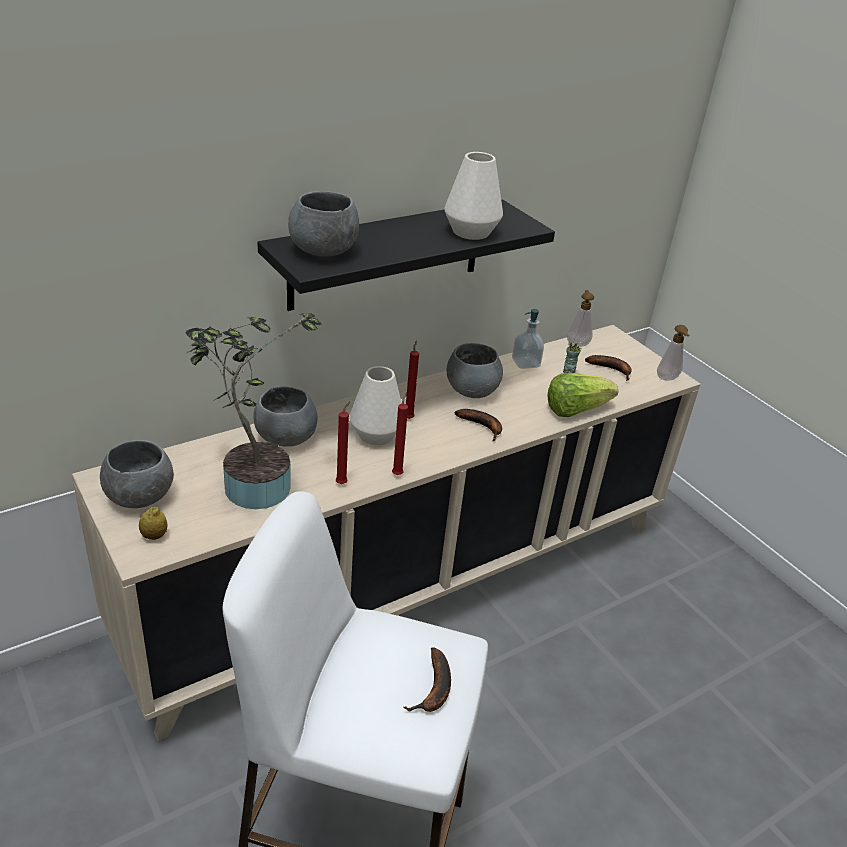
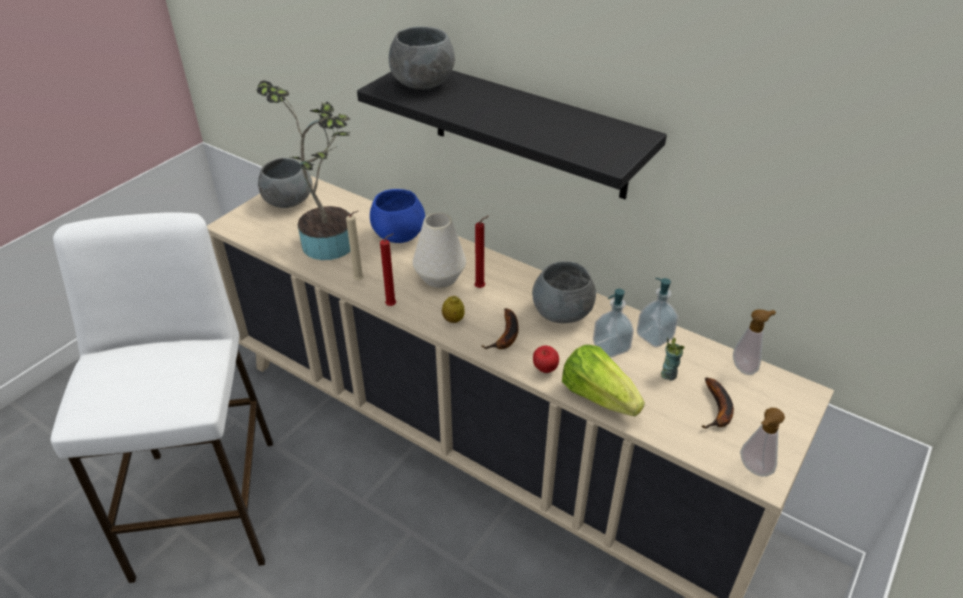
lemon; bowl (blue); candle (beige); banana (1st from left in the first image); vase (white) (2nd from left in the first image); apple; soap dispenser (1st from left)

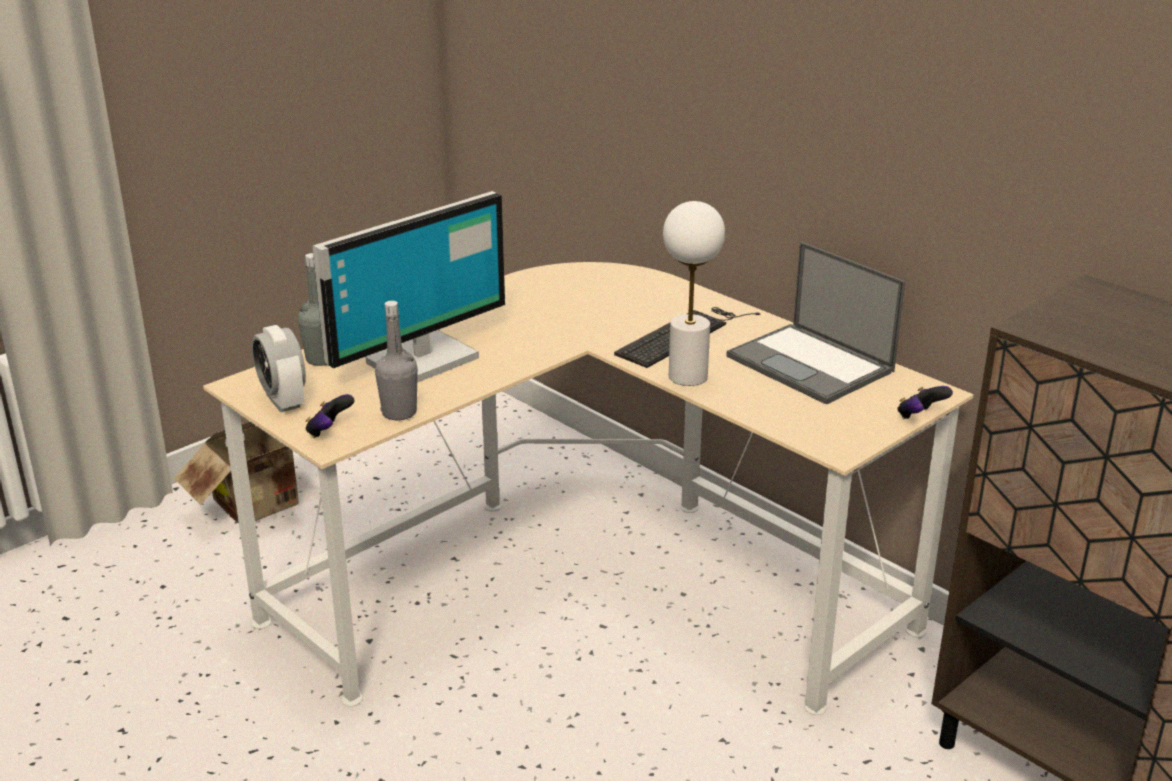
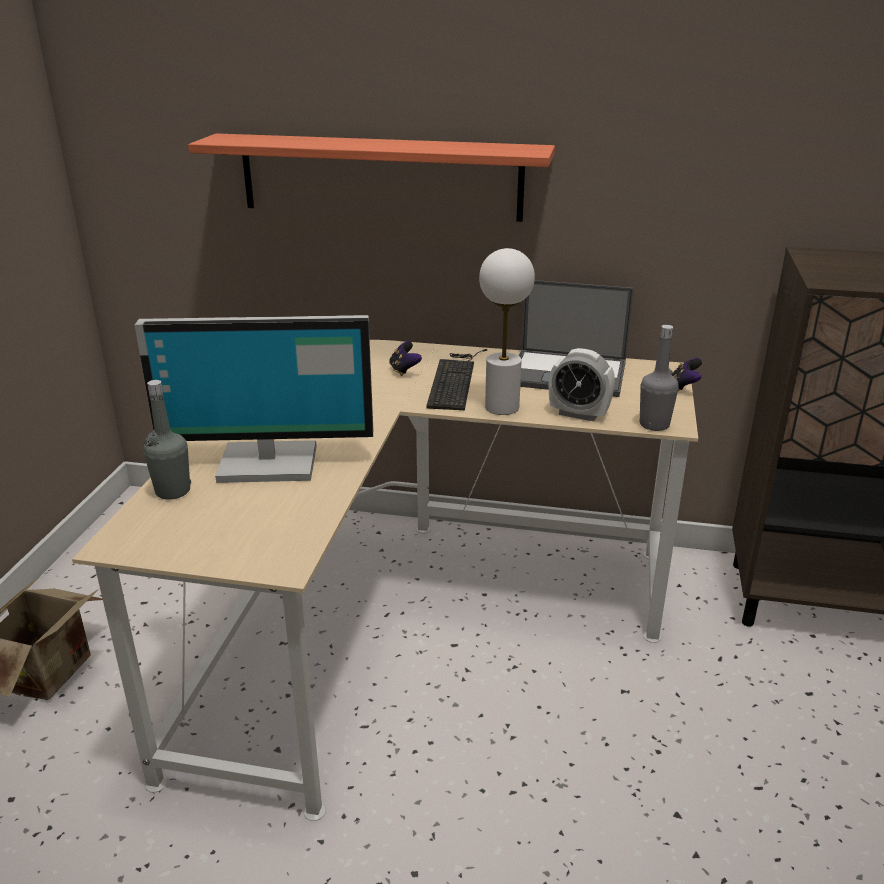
alarm clock; game controller (1st from left); monitor; bottle (grey) (2nd from left); shelf

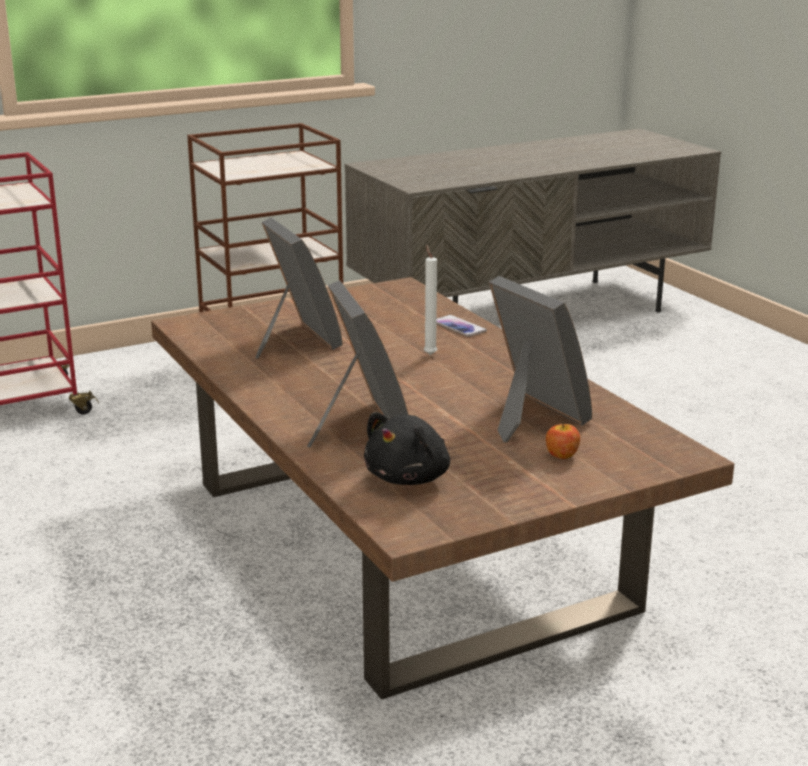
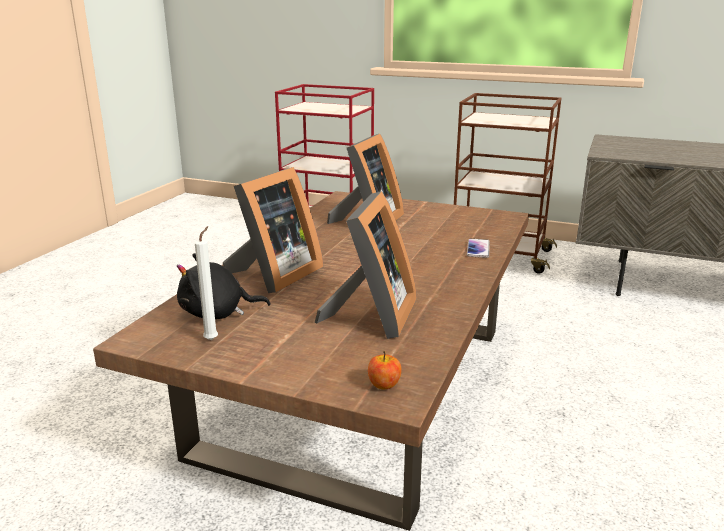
candle (white); apple

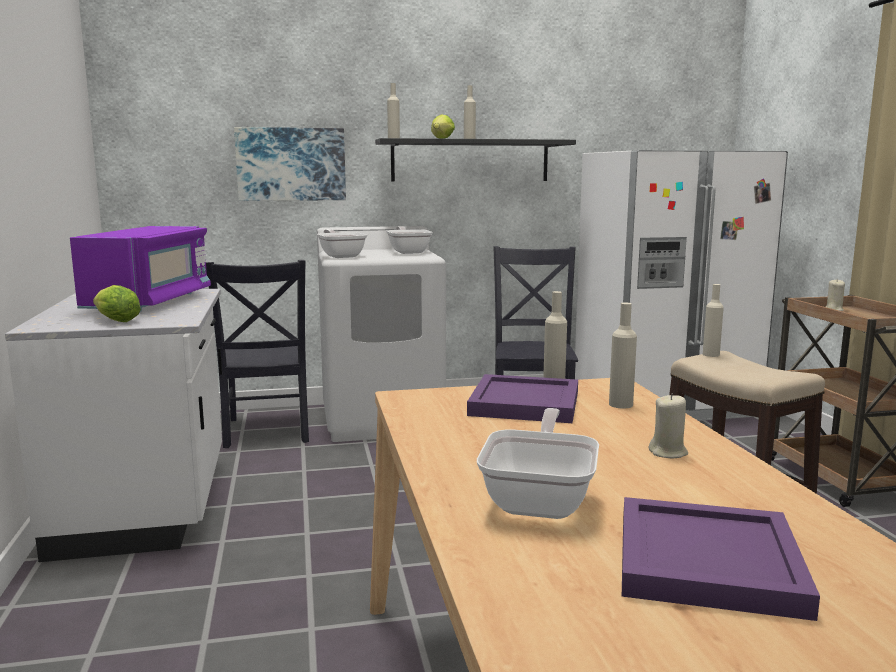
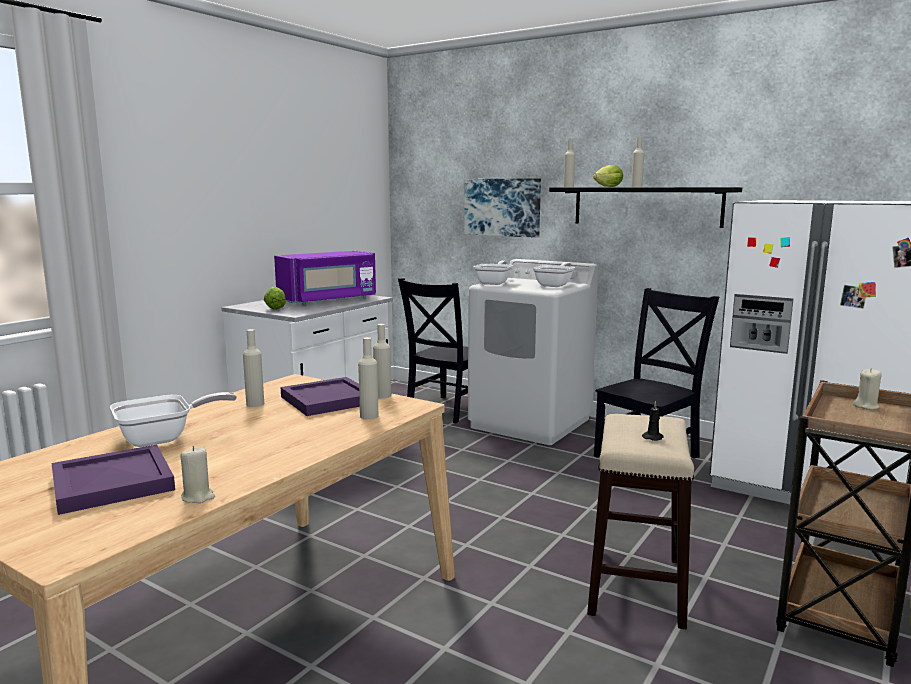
candle (beige) (1st from left); bottle (beige) (1st from left); candle (black)

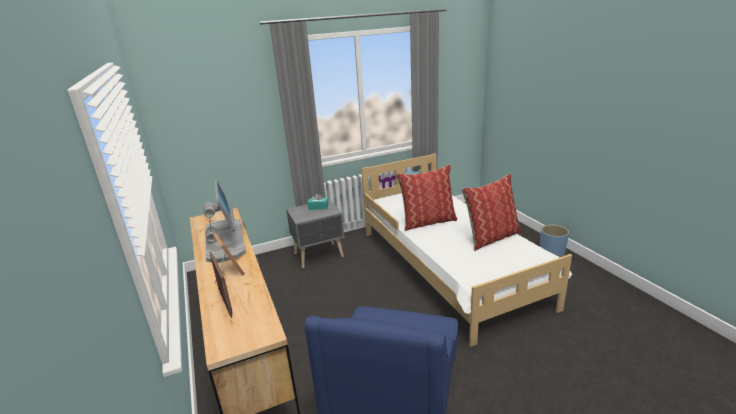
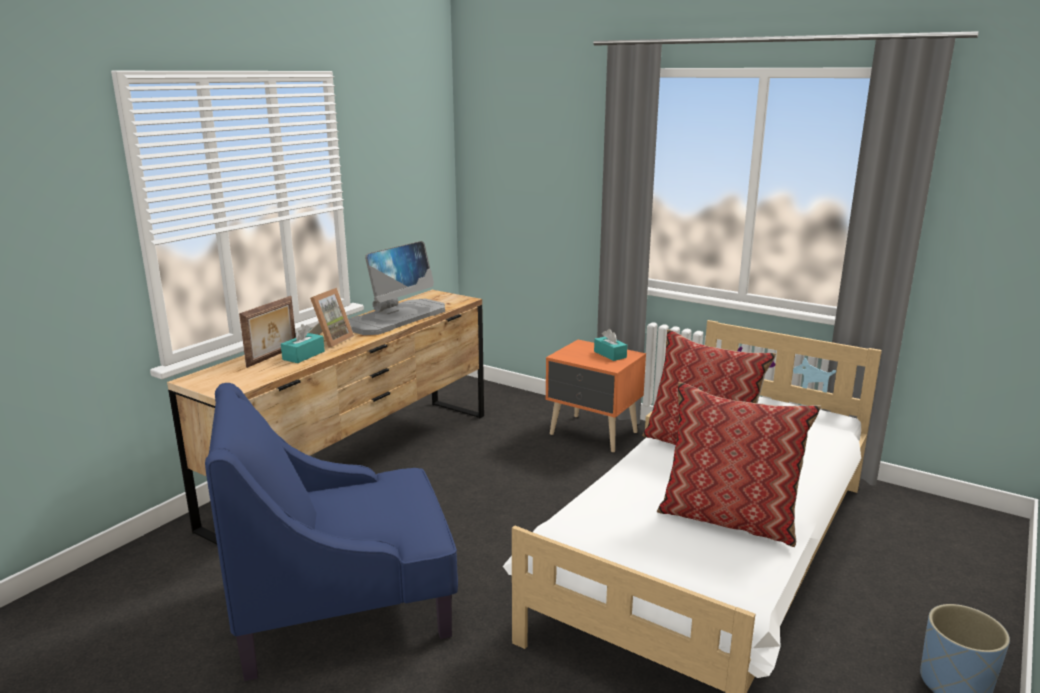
nightstand (orange); tissue box (turquoise) (1st from left)

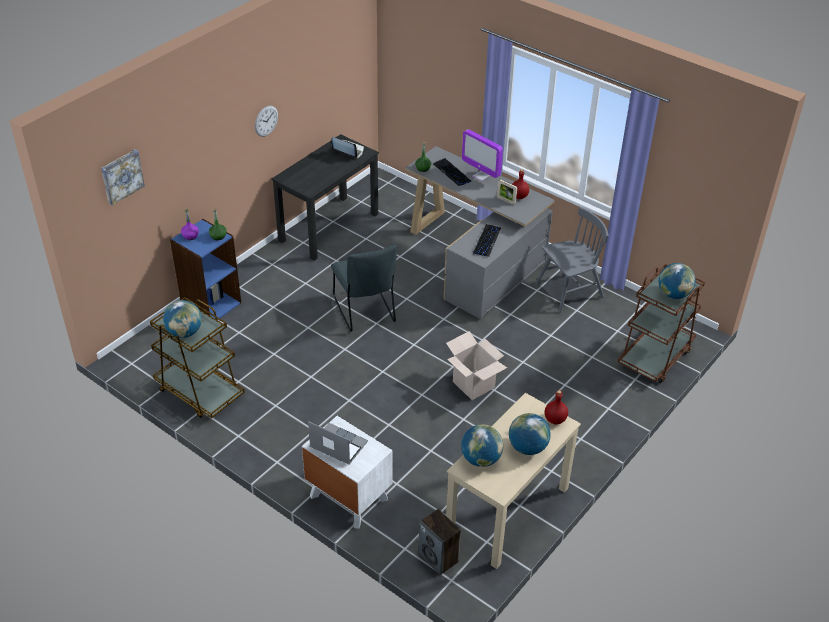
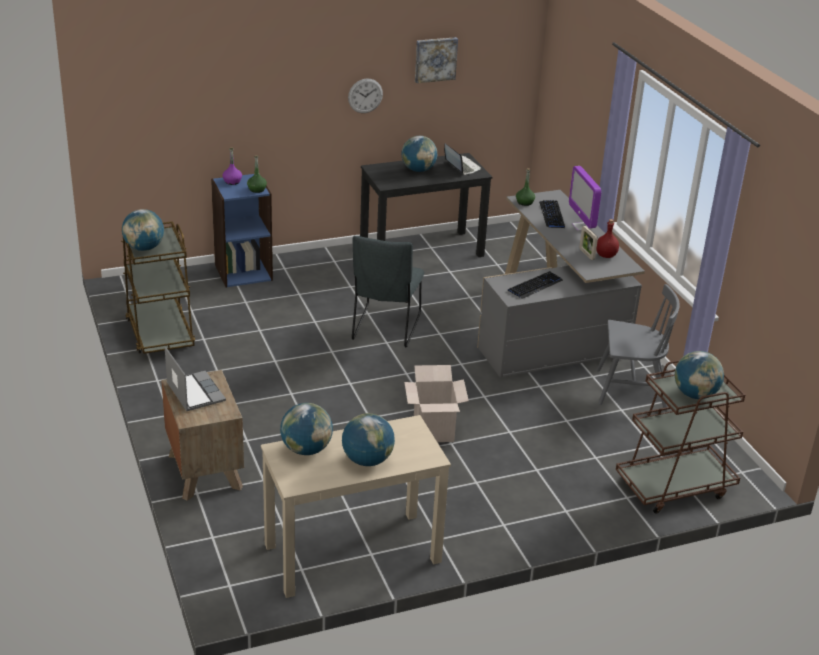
picture; nightstand (brown); speaker; bottle (red) (2nd from left in the first image); globe (4th from left)

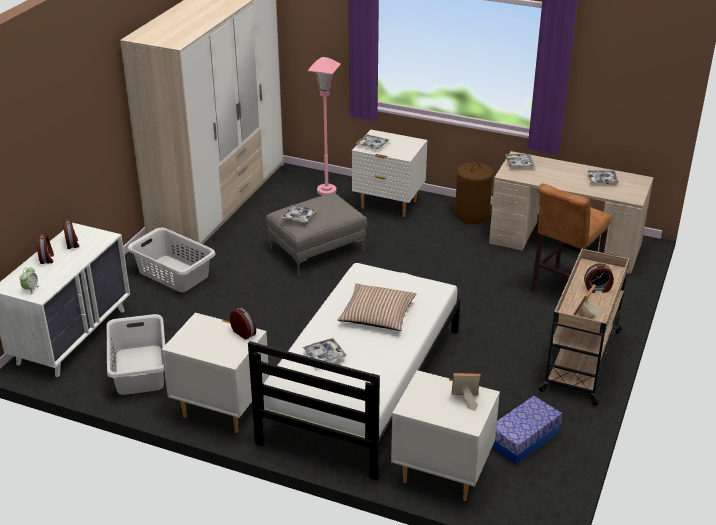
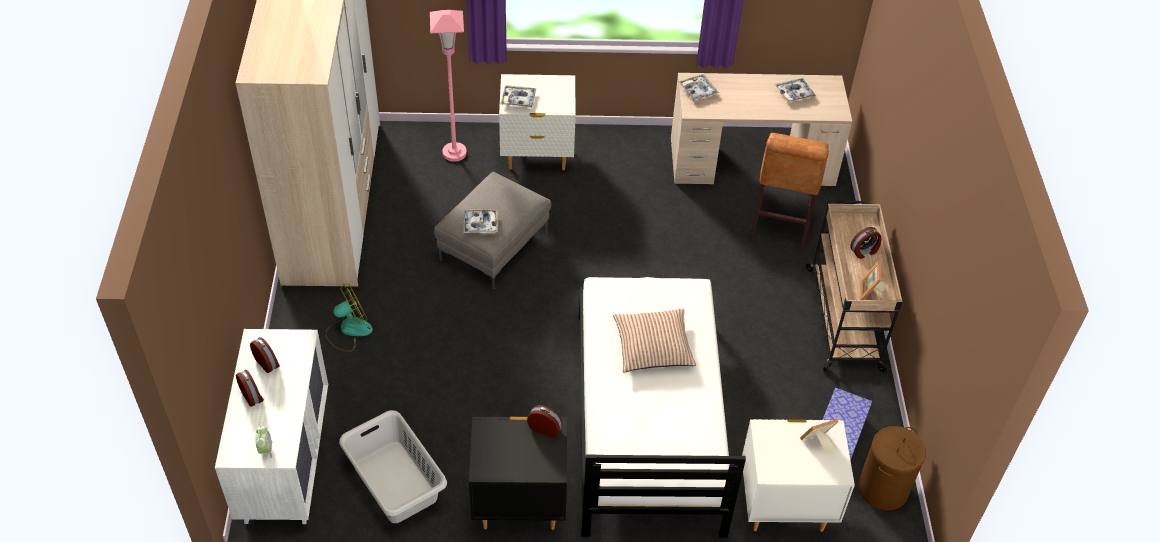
fan; nightstand (black); tray (2nd from left in the first image); laundry basket (brown)

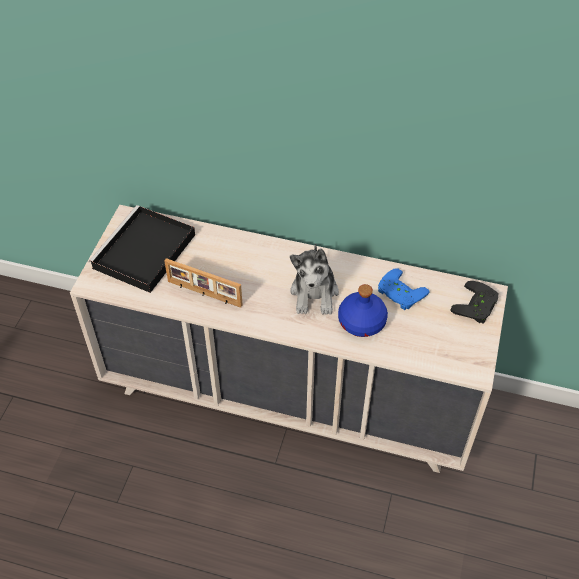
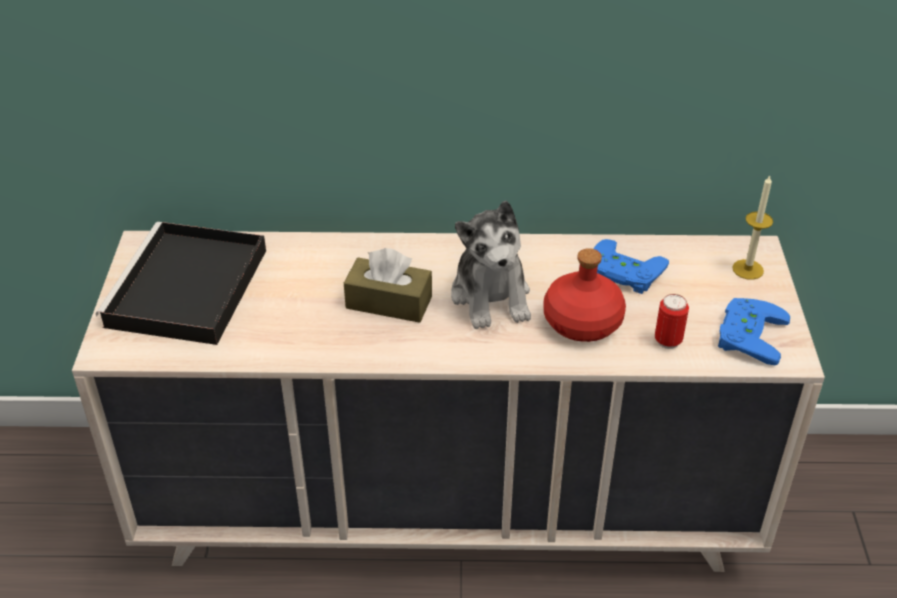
picture frame; bottle (red); candle; tissue box (brown); can; game controller (blue) (2nd from left)

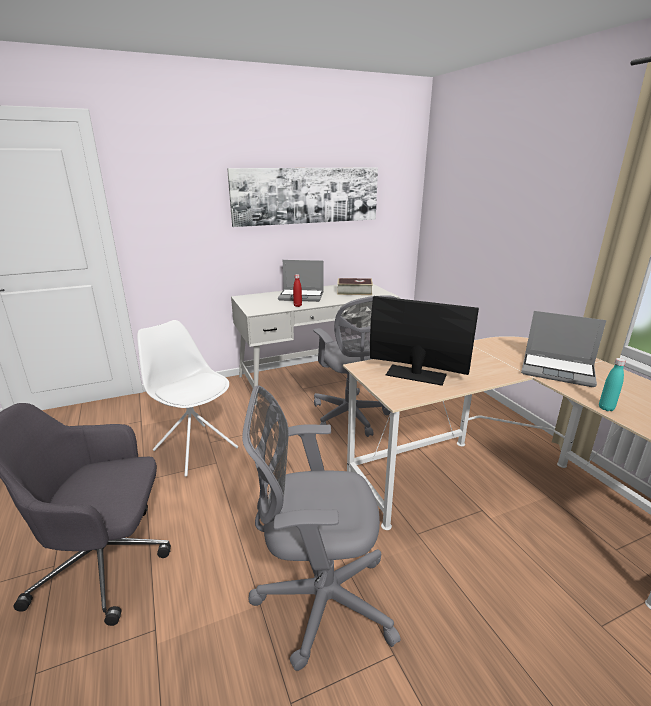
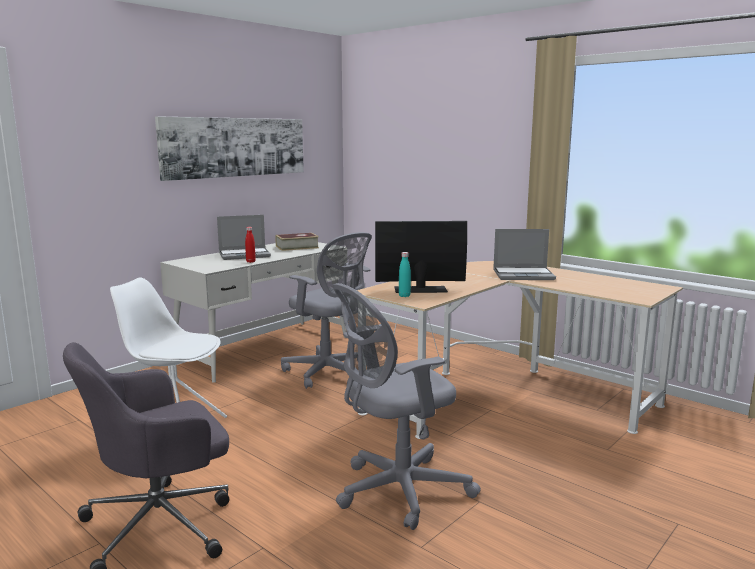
bottle (turquoise)

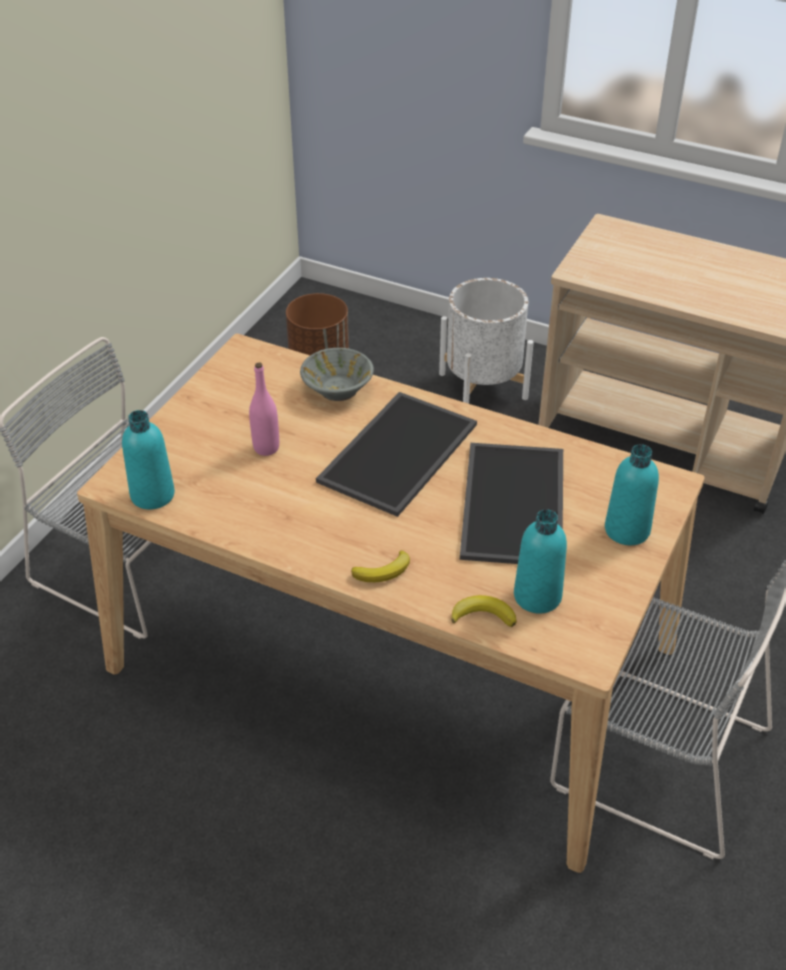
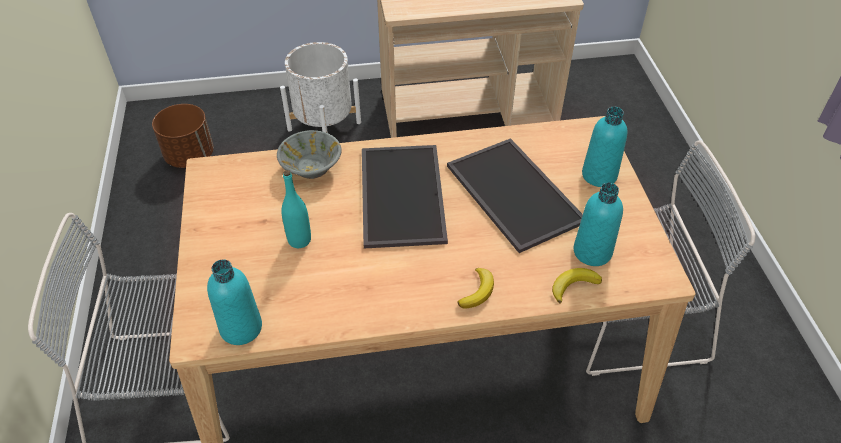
bottle (turquoise) (2nd from left)

